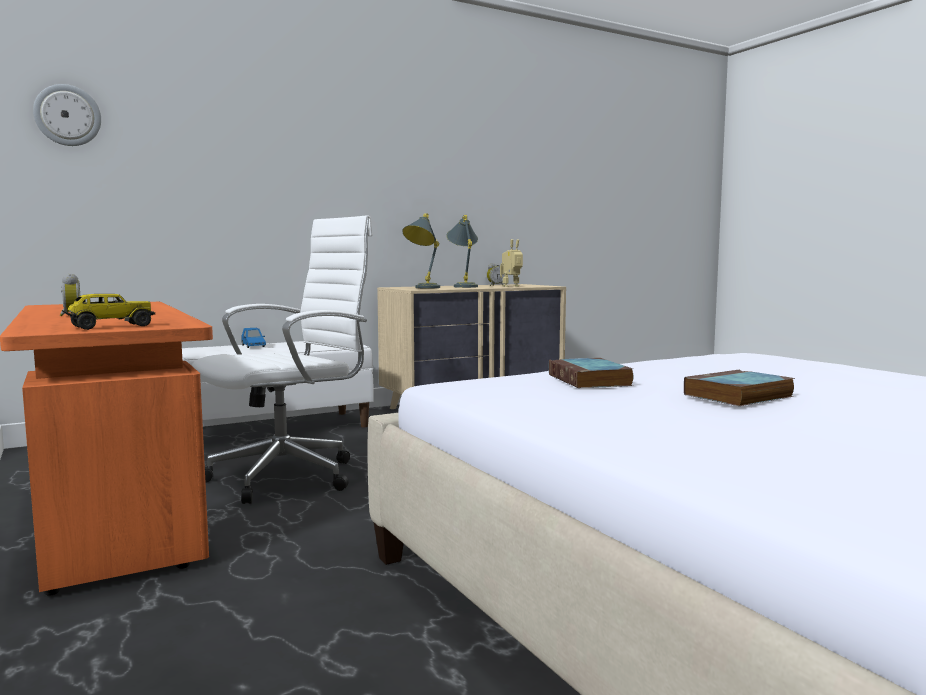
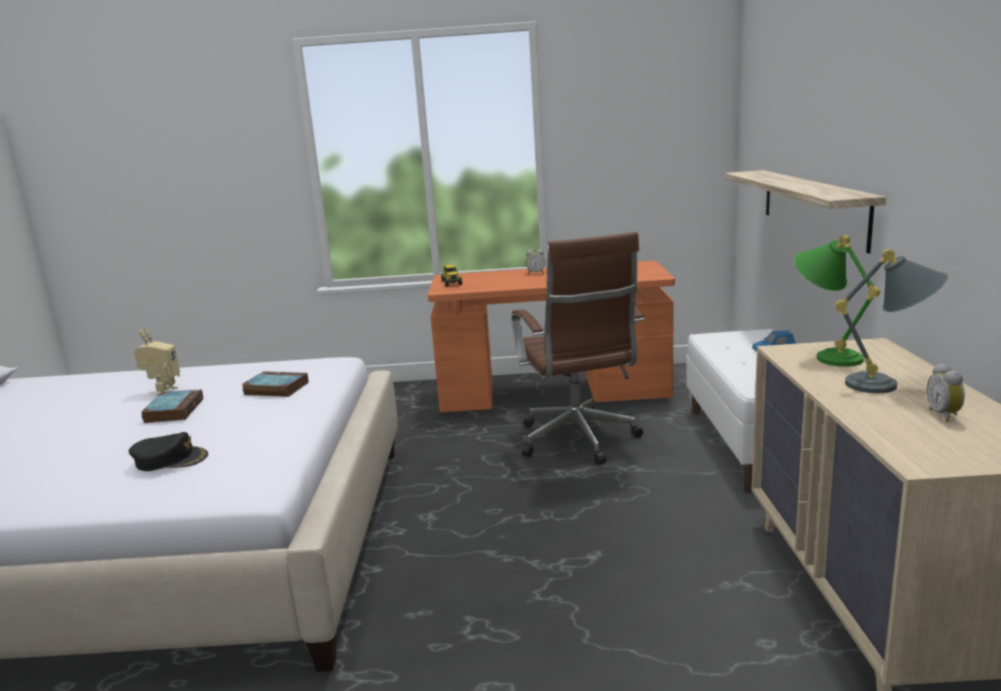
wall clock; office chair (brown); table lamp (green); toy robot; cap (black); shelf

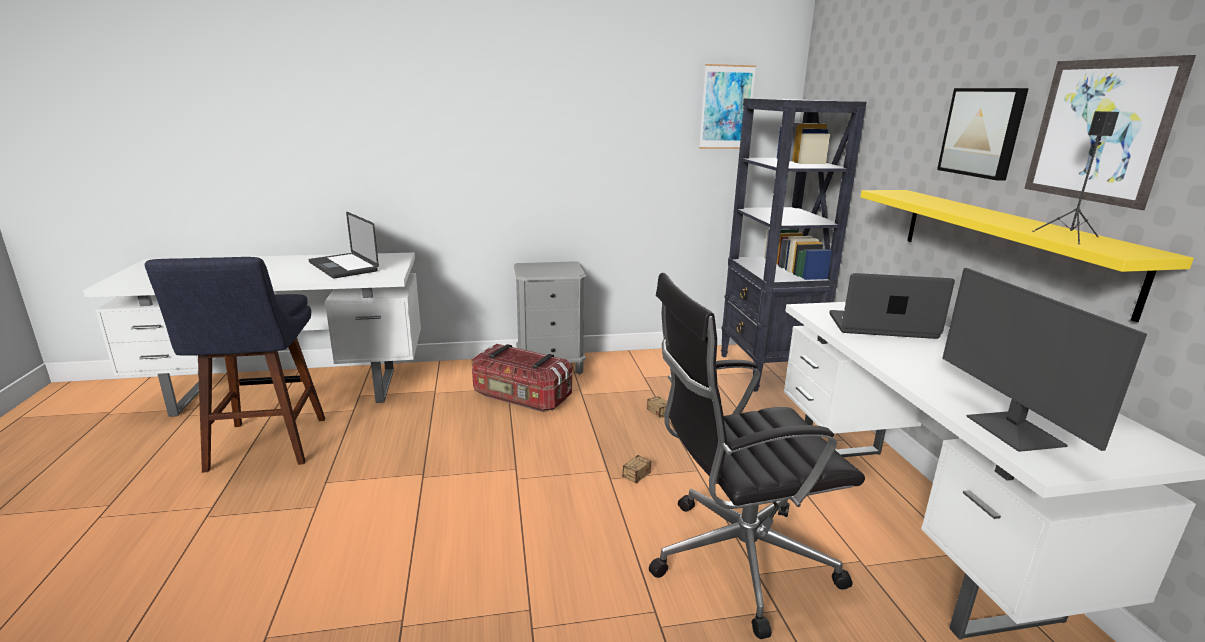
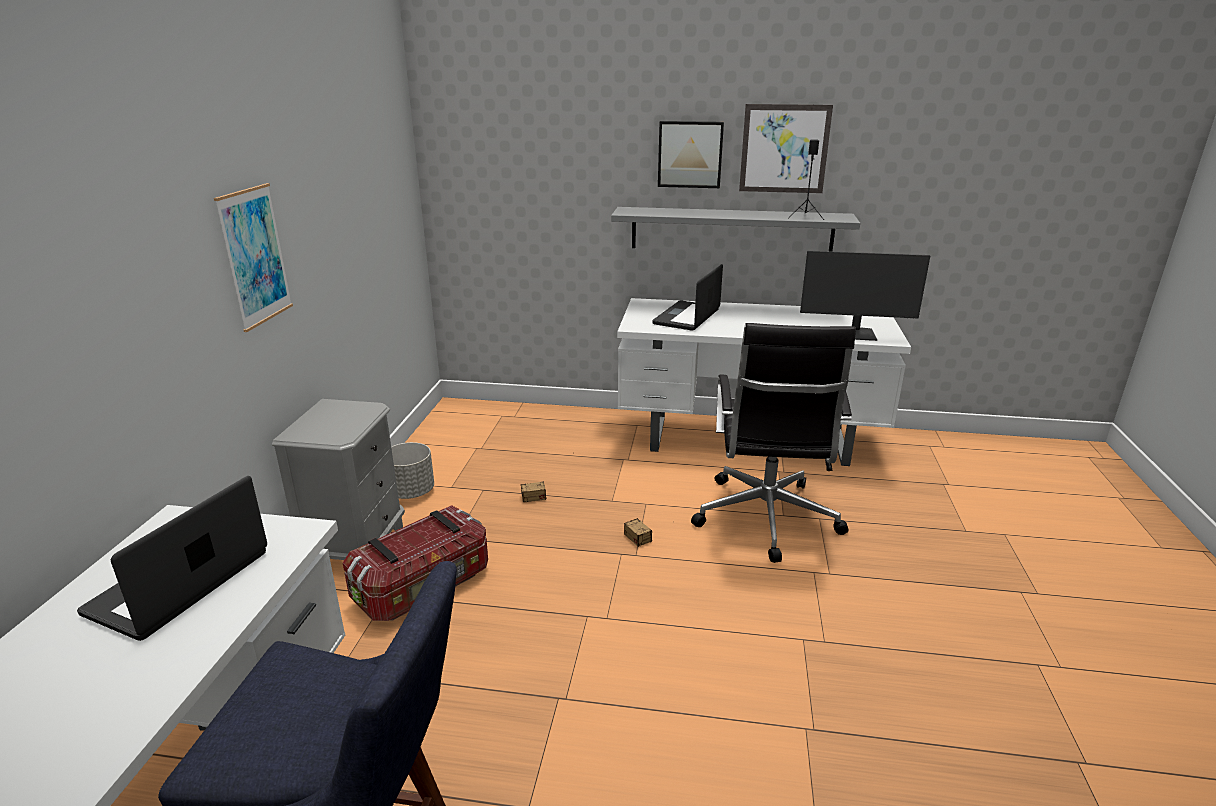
laptop (1st from left); picture (1st from left); bookcase (black); shelf (grey); planter (grey)

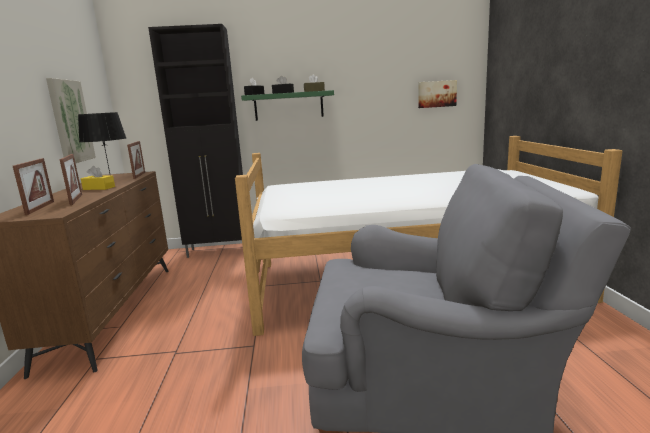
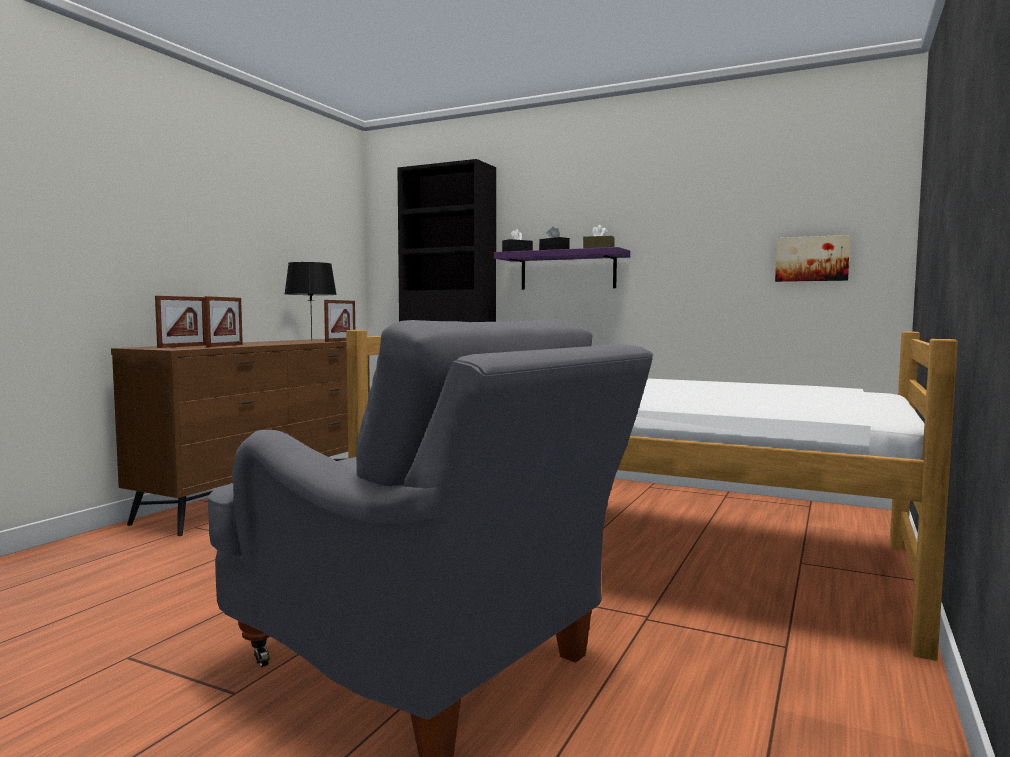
picture (1st from left in the first image); tissue box (yellow); shelf (purple)

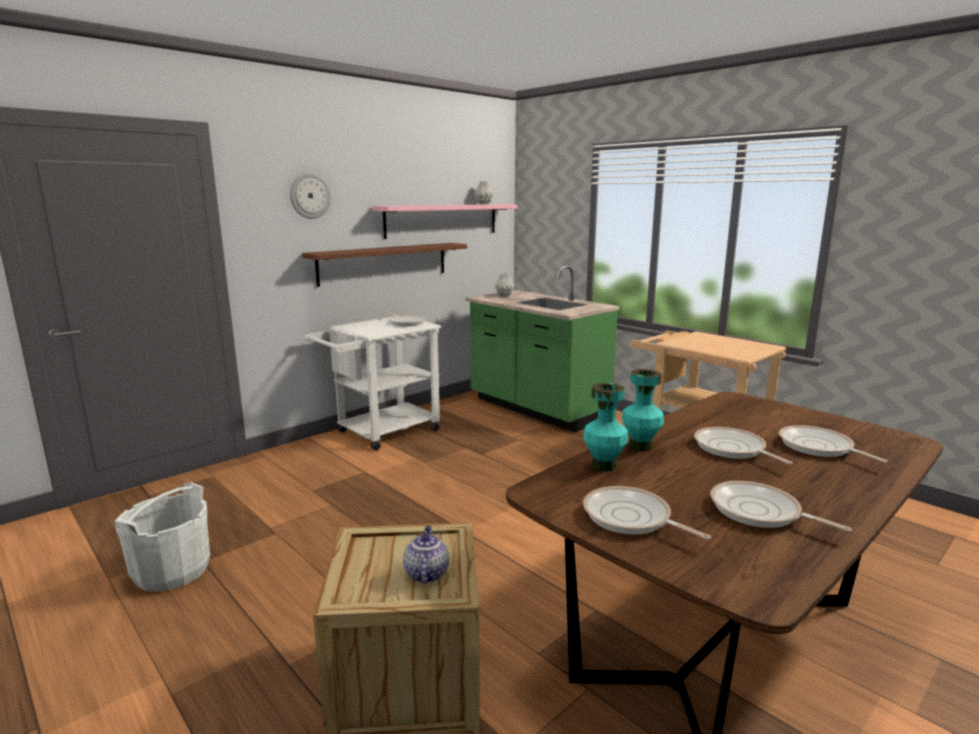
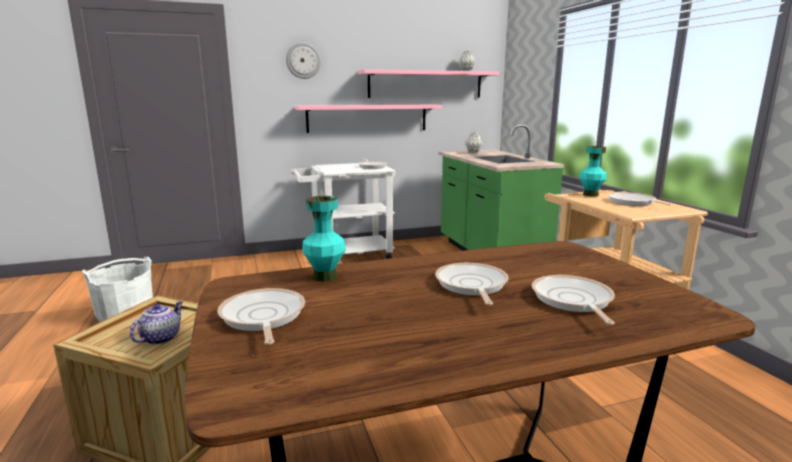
shelf (pink) (1st from left); vase (turquoise) (2nd from left); frying pan (5th from left)

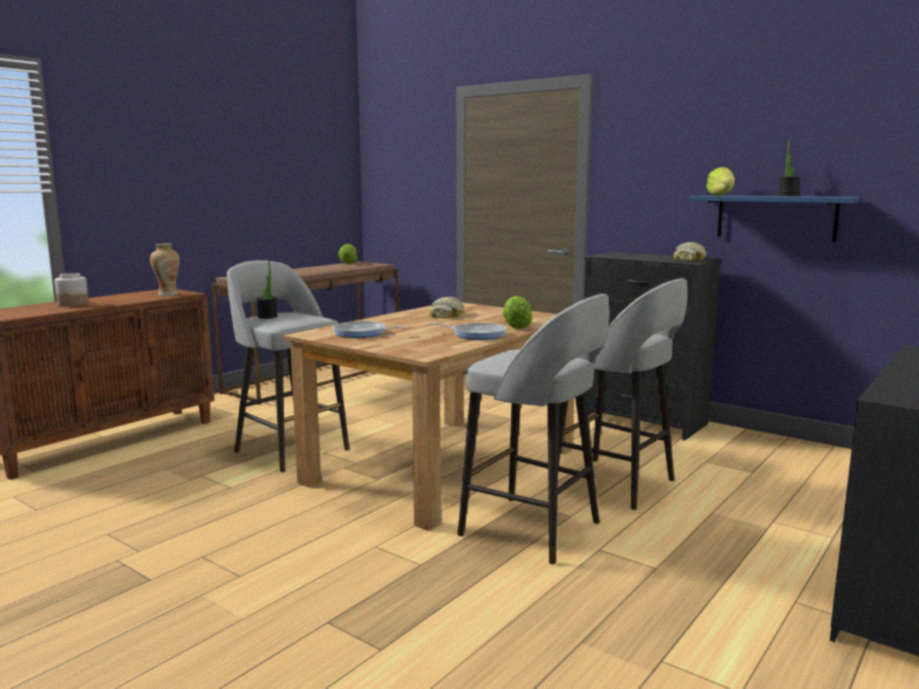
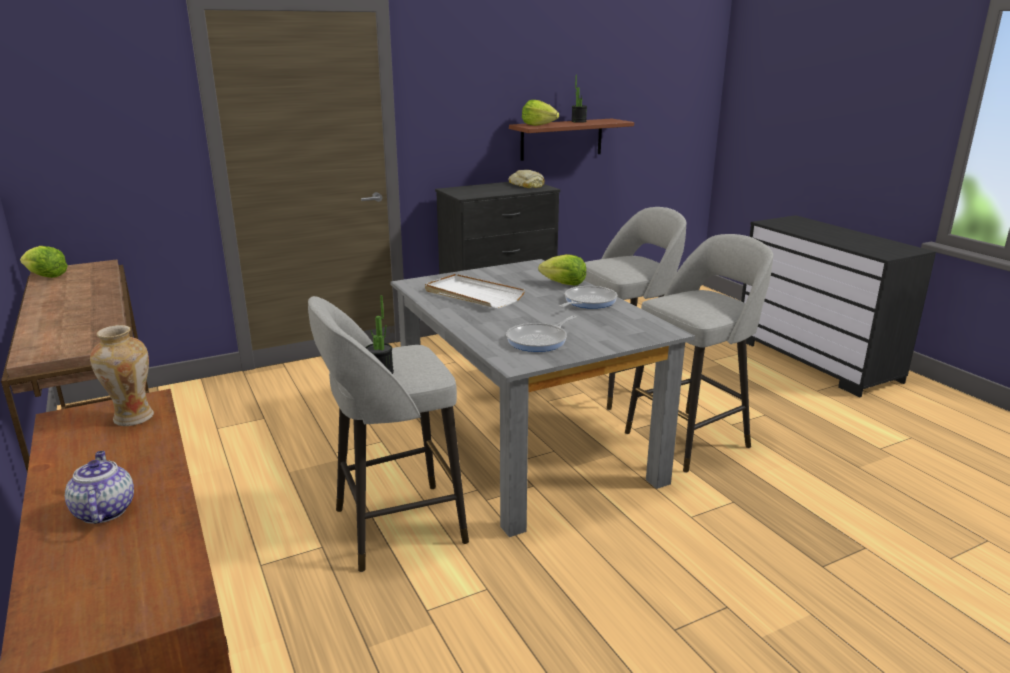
teapot; dining table (grey); tray (white); shelf (brown)

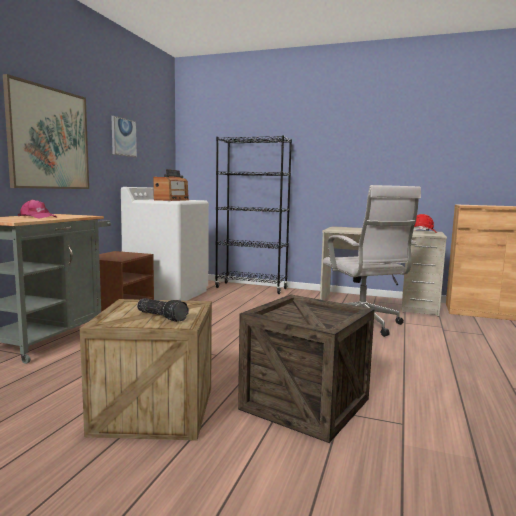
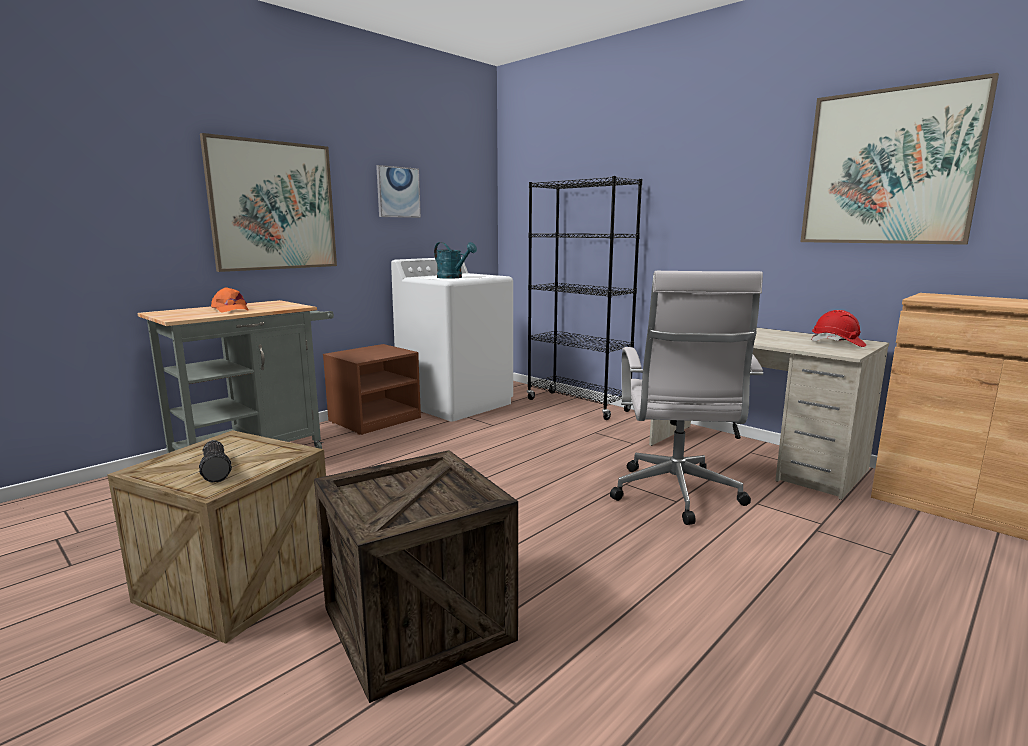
cap (orange); watering can (turquoise); picture (3rd from left)

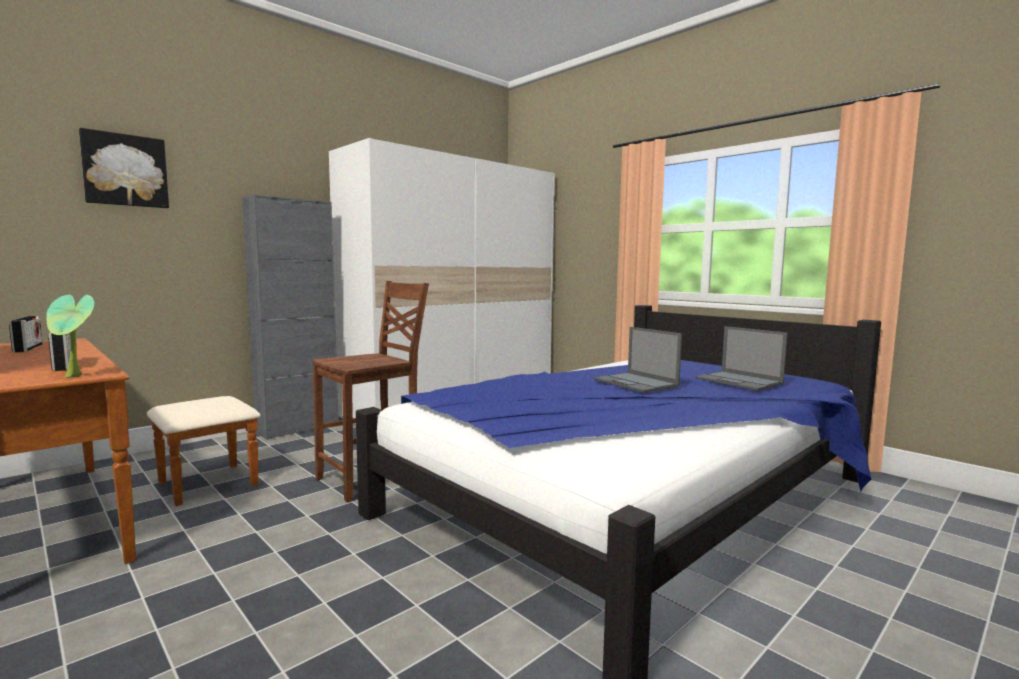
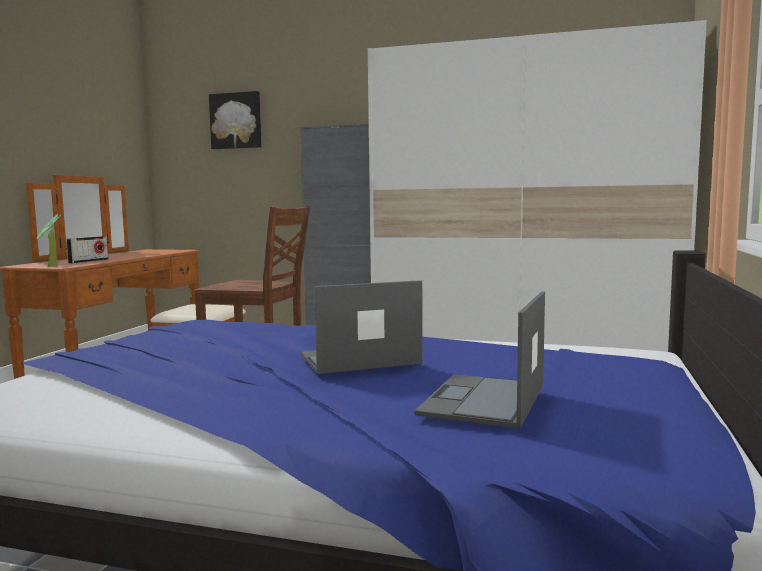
radio (1st from left in the first image); laptop (1st from left)

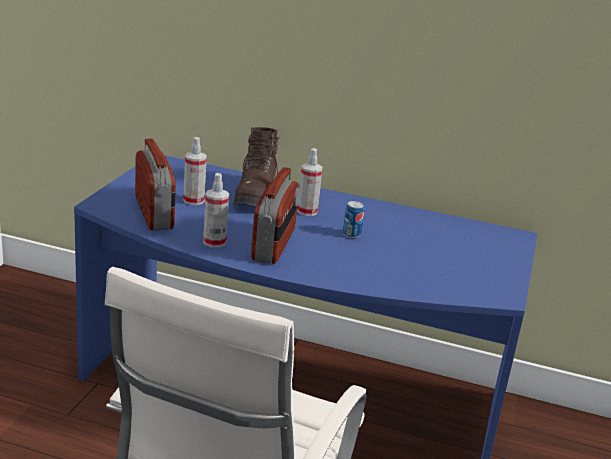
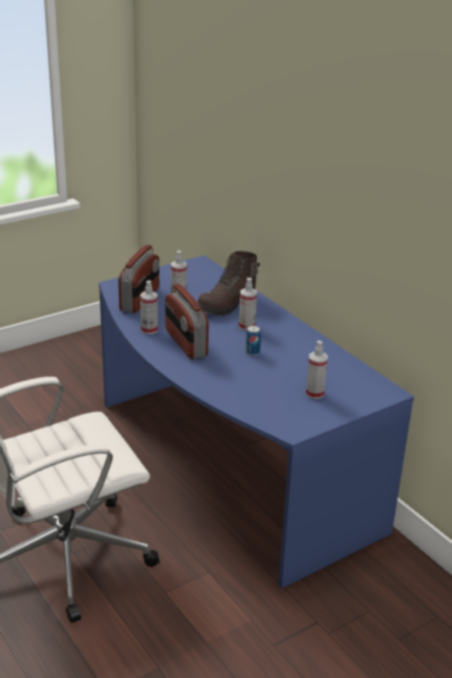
radio (2nd from left); spray bottle (4th from left)

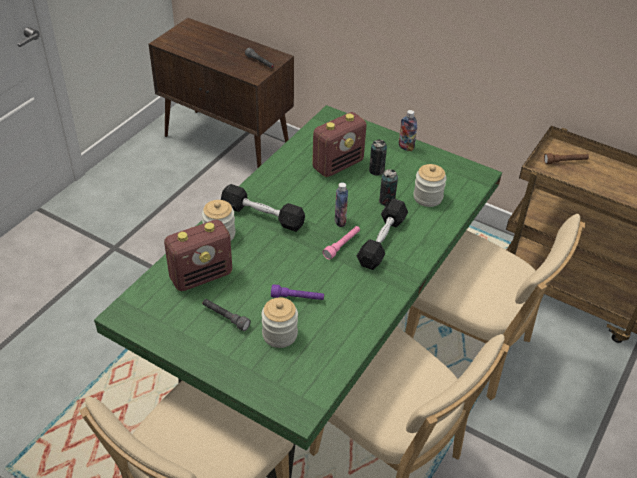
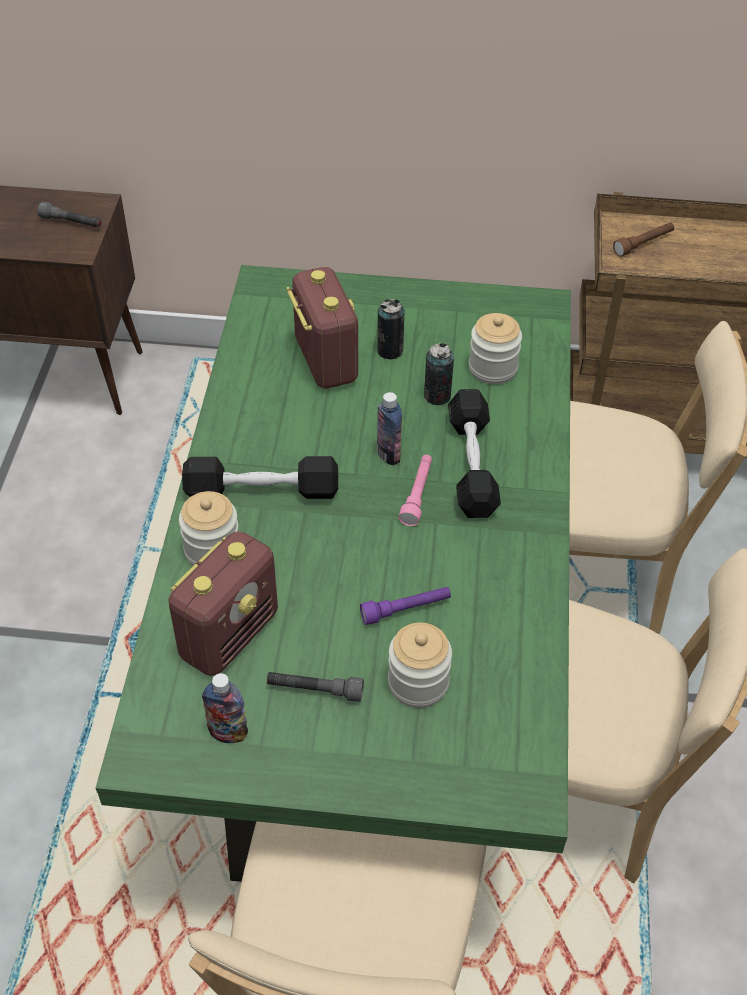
radio (2nd from left); bottle (1st from left)

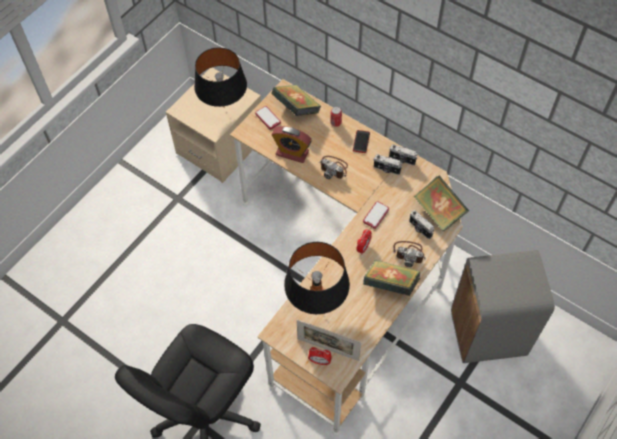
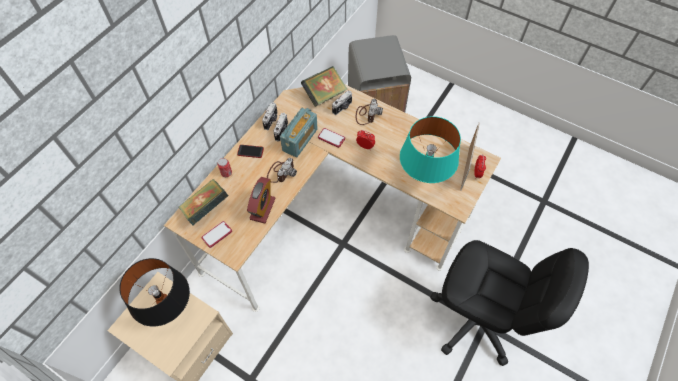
table lamp (turquoise); book (2nd from left in the first image); radio

